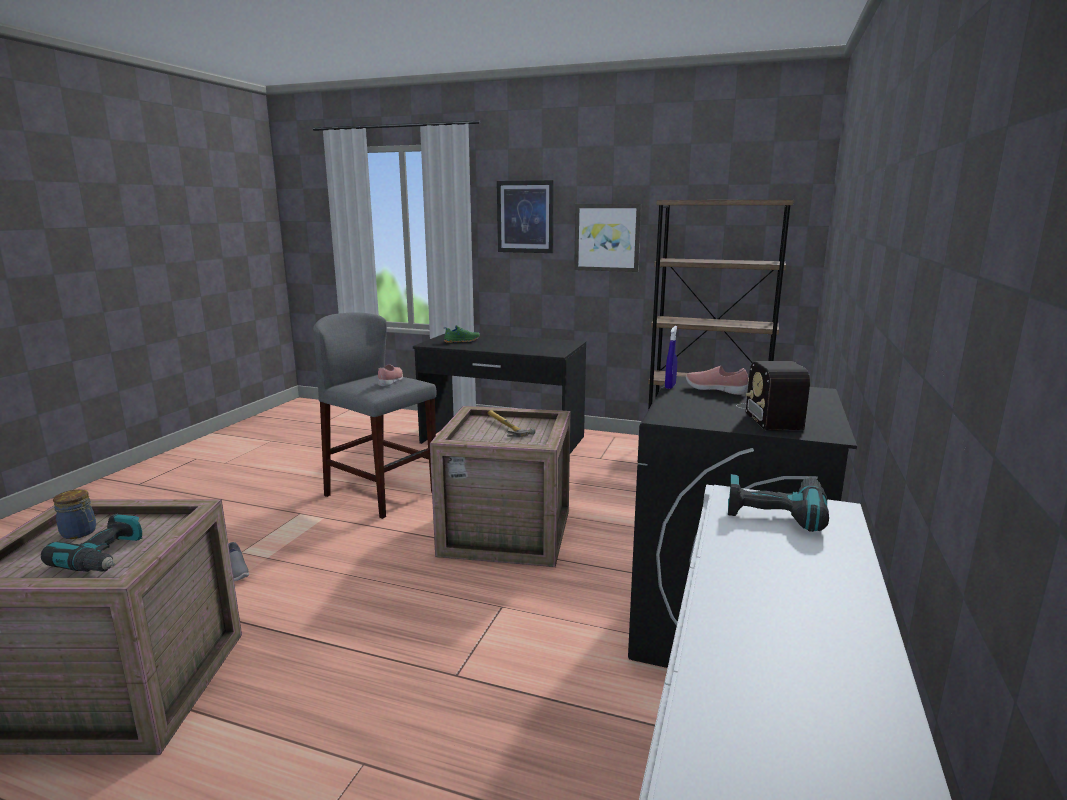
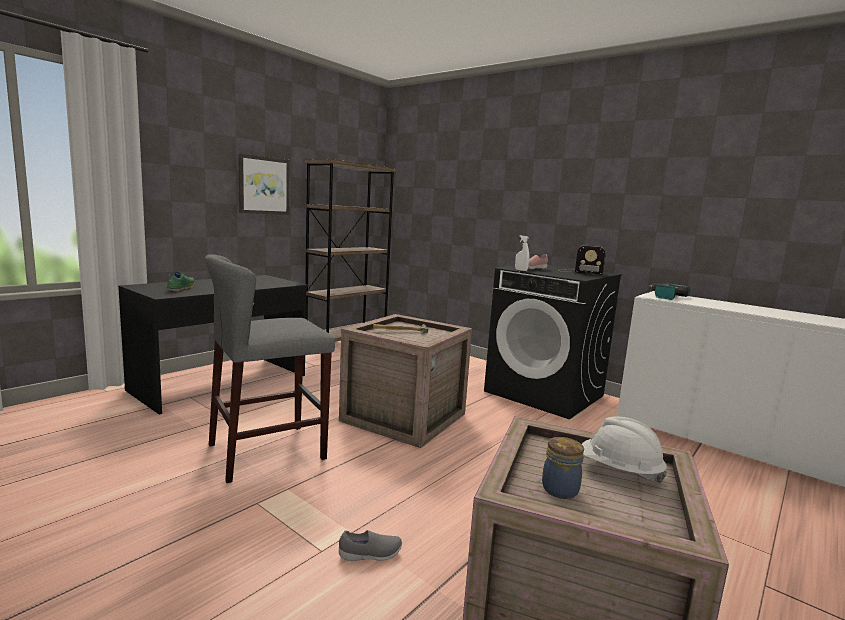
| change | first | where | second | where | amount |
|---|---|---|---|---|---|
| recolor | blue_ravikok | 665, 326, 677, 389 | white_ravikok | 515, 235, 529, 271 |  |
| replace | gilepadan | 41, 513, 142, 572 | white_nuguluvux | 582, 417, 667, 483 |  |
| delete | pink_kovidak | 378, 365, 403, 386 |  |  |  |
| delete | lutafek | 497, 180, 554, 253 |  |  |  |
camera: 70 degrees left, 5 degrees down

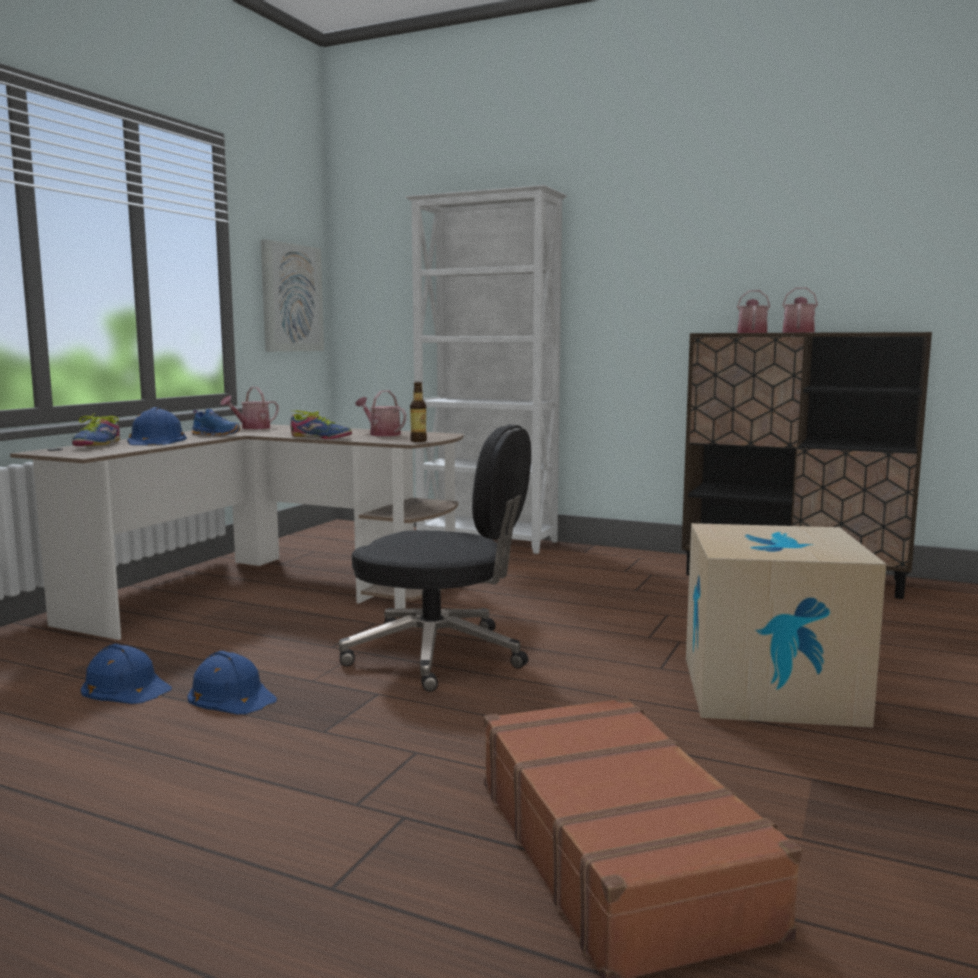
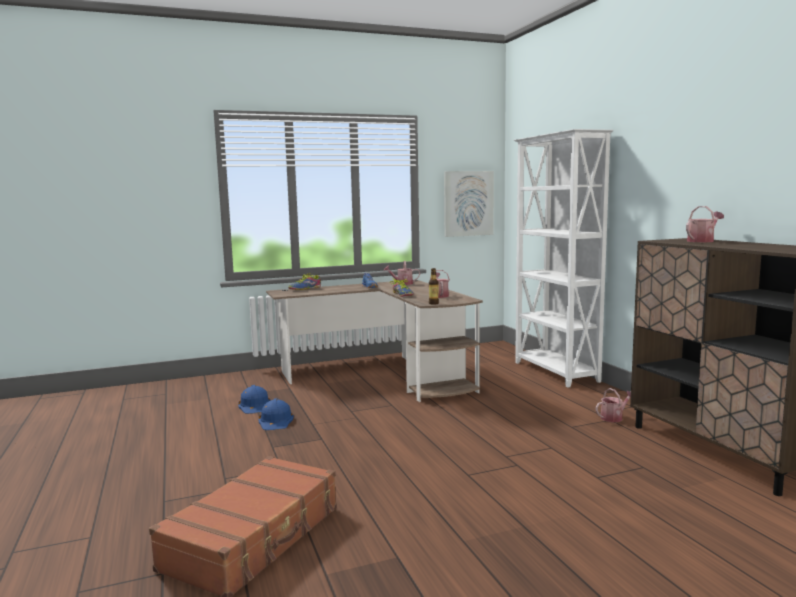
| change | first | where | second | where | amount |
|---|---|---|---|---|---|
| move | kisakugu | 782, 287, 818, 333 |  | 596, 388, 631, 422 |  |
| delete | blue_nuguluvux | 127, 407, 187, 445 |  |  |  |
| delete | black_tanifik | 338, 424, 531, 692 |  |  |  |
| delete | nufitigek | 686, 523, 886, 727 |  |  |  |
camera: 45 degrees right, 0 degrees up

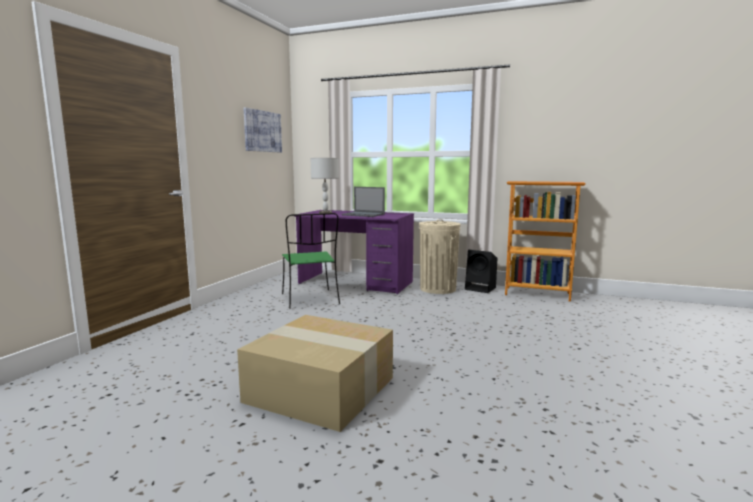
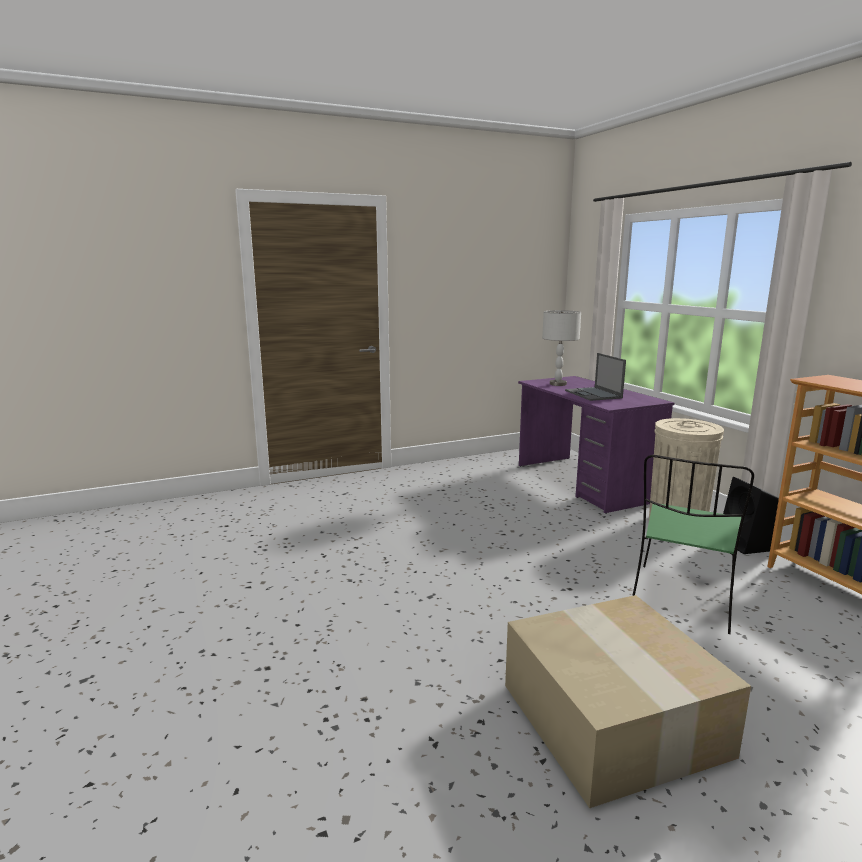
| change | first | where | second | where | amount |
|---|---|---|---|---|---|
| move | nufitigek | 237, 315, 393, 432 |  | 505, 595, 751, 808 |  |
| move | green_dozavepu | 282, 213, 340, 309 |  | 632, 455, 754, 634 |  |
| delete | lutafek | 243, 107, 282, 153 |  |  |  |
camera: 45 degrees right, 5 degrees up

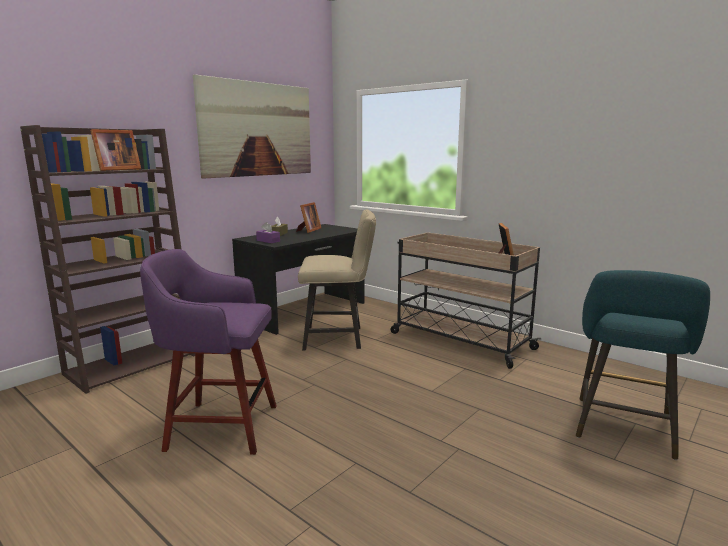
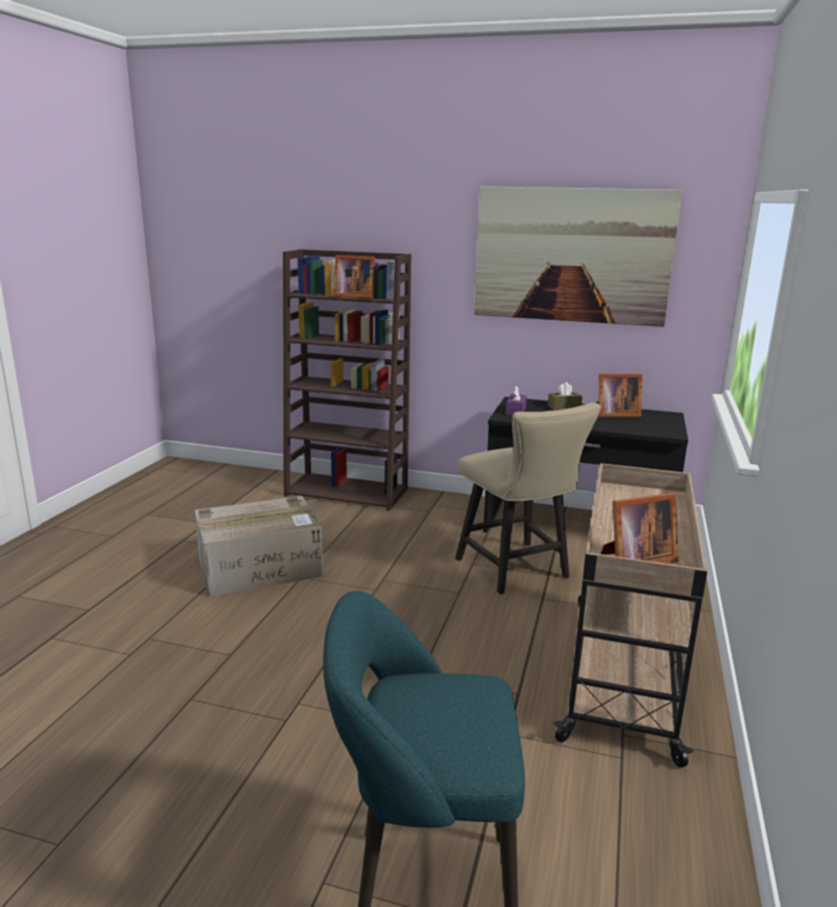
| change | first | where | second | where | amount |
|---|---|---|---|---|---|
| replace | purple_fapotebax | 140, 249, 277, 455 | nufitigek | 195, 496, 323, 597 |  |
camera: 65 degrees right, 5 degrees up

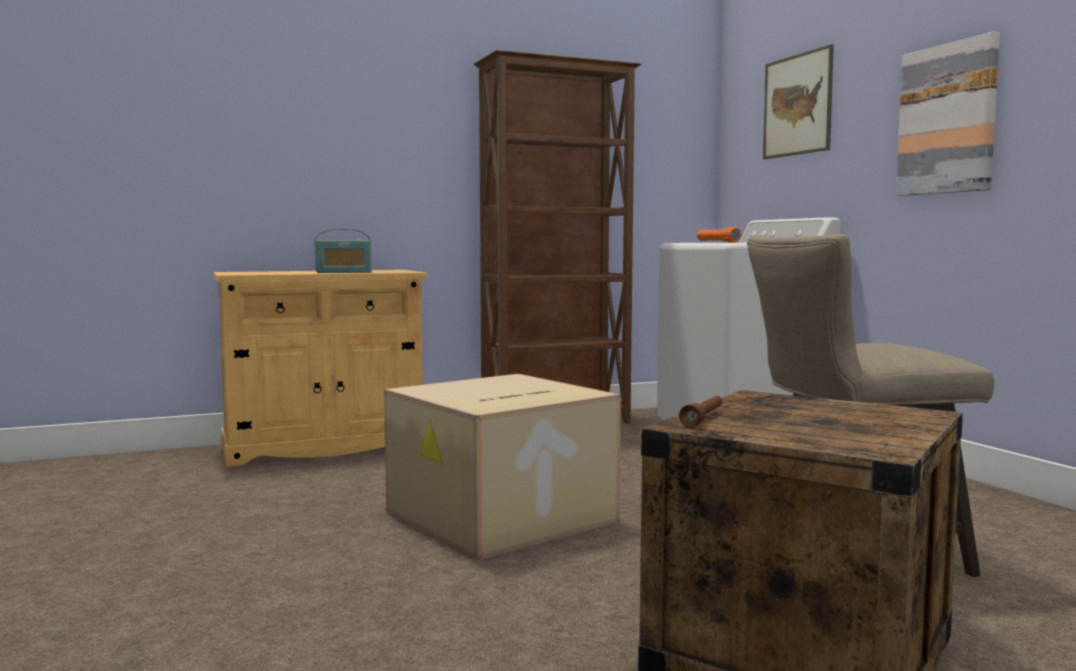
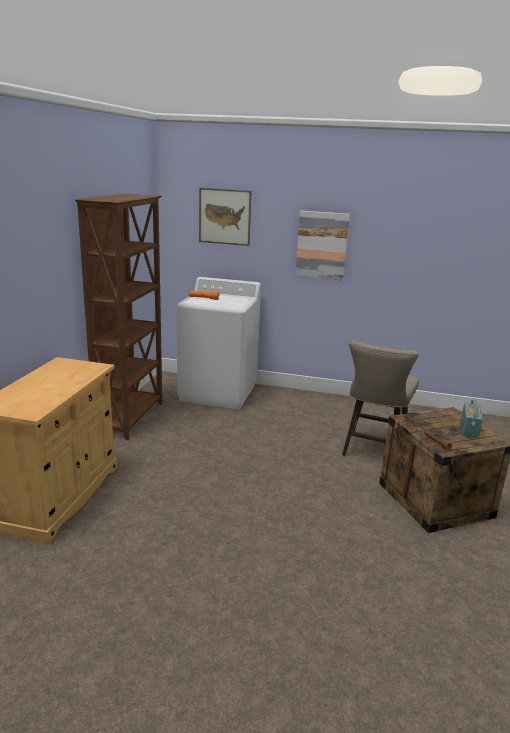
| change | first | where | second | where | amount |
|---|---|---|---|---|---|
| move | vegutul | 314, 229, 372, 273 |  | 461, 400, 483, 439 |  |
| delete | nufitigek | 384, 374, 621, 560 |  |  |  |
camera: 55 degrees left, 15 degrees up

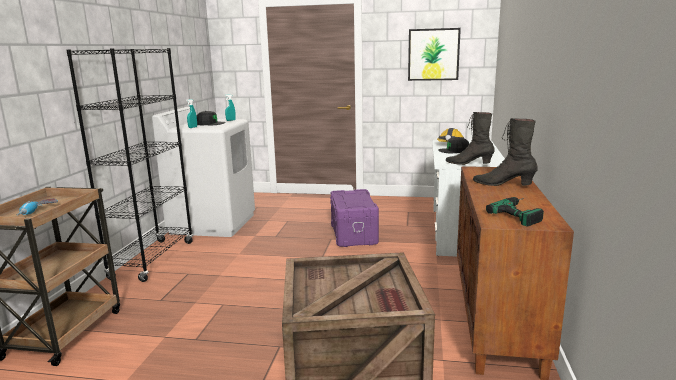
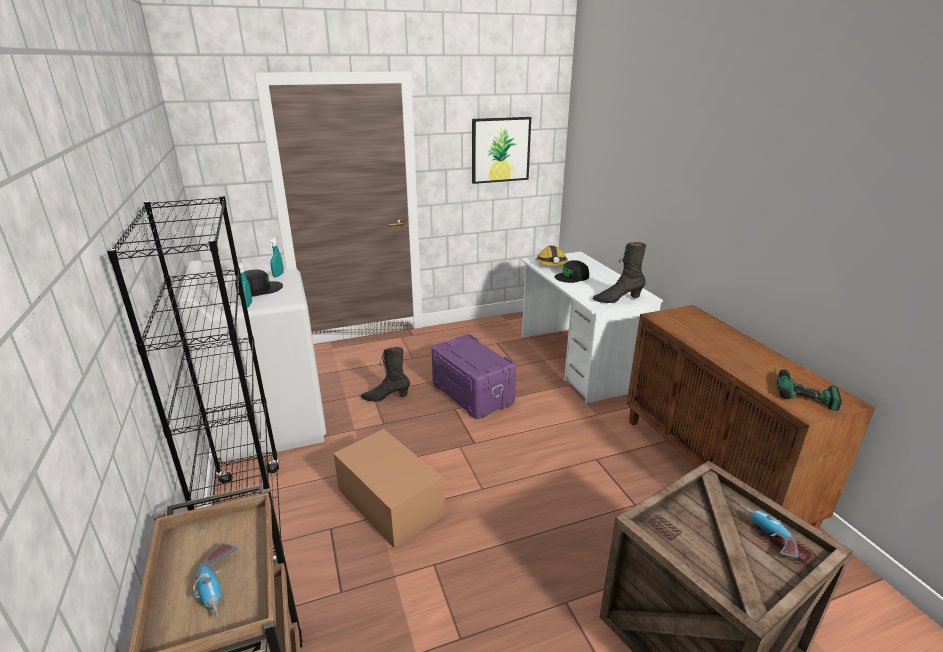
| change | first | where | second | where | amount |
|---|---|---|---|---|---|
| insert |  |  | nufitigek | 333, 429, 445, 548 |  |
| move | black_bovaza | 473, 118, 538, 186 |  | 361, 347, 410, 402 |  |
| insert |  |  | gilepadan | 740, 505, 799, 558 |  |
camera: 30 degrees left, 10 degrees up

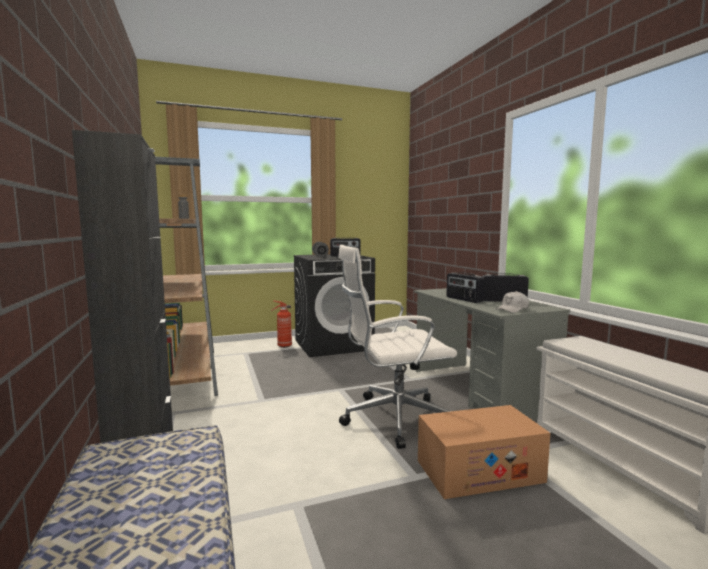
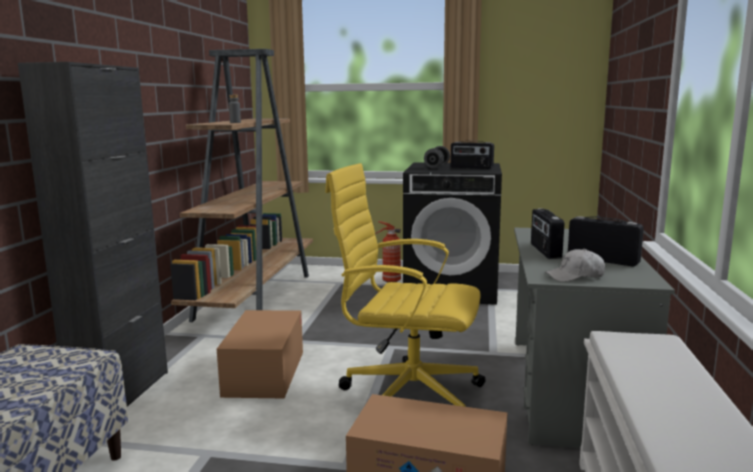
| change | first | where | second | where | amount |
|---|---|---|---|---|---|
| insert |  |  | nufitigek | 217, 310, 303, 399 |  |
| recolor | white_tanifik | 338, 245, 457, 449 | yellow_tanifik | 325, 163, 486, 407 |  |
camera: 30 degrees right, 5 degrees up

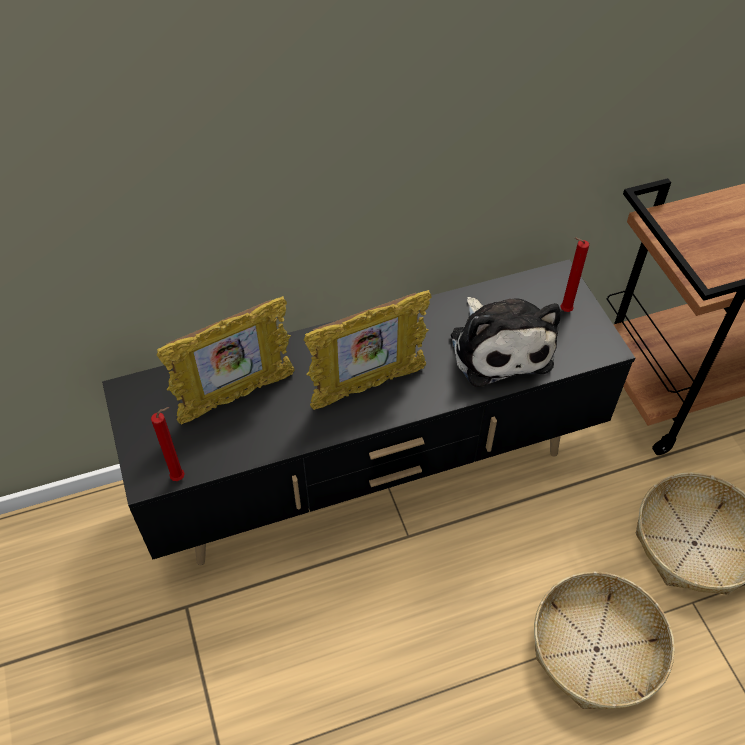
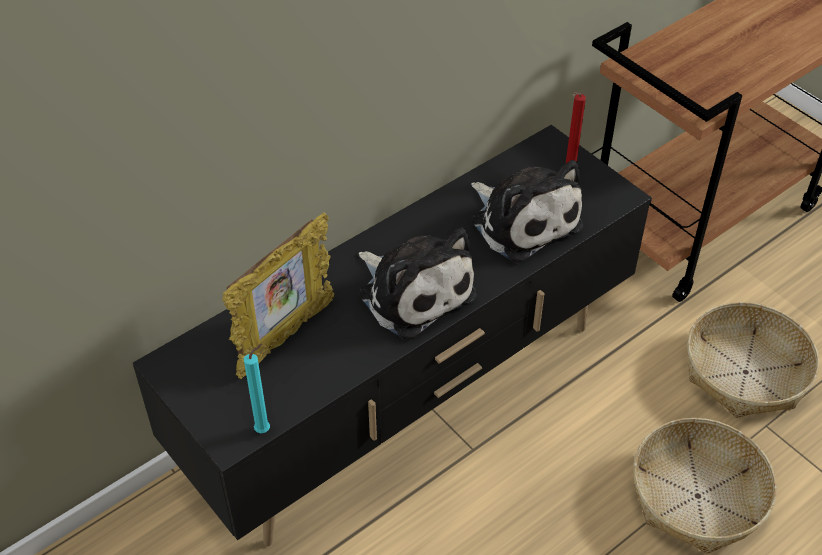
| change | first | where | second | where | amount |
|---|---|---|---|---|---|
| recolor | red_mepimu | 151, 407, 185, 481 | turquoise_mepimu | 244, 344, 270, 433 |  |
| replace | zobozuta | 304, 290, 431, 410 | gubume | 359, 228, 477, 340 |  |
camera: 20 degrees left, 5 degrees down

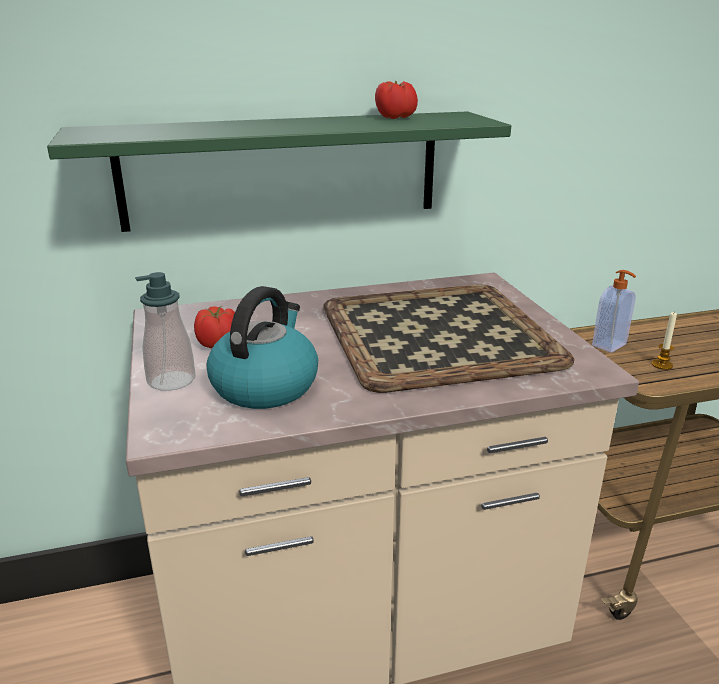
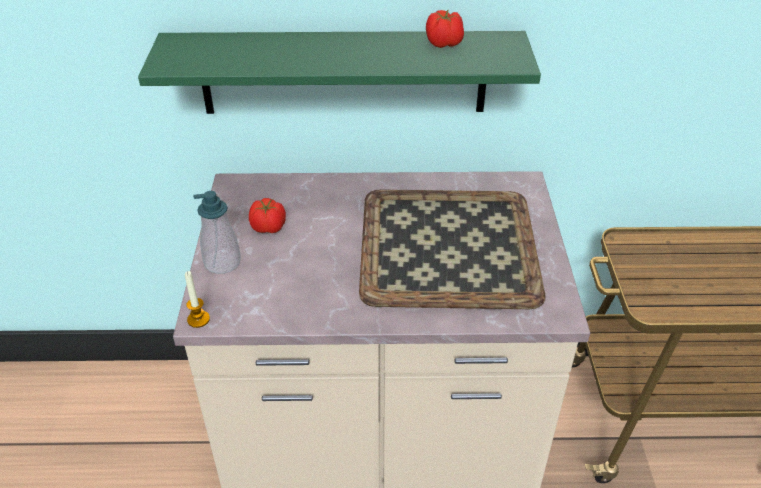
| change | first | where | second | where | amount |
|---|---|---|---|---|---|
| move | mepimu | 652, 311, 677, 370 |  | 185, 271, 210, 328 |  |
| delete | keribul | 207, 286, 318, 409 |  |  |  |
| delete | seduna | 592, 270, 636, 353 |  |  |  |
camera: 15 degrees right, 15 degrees up

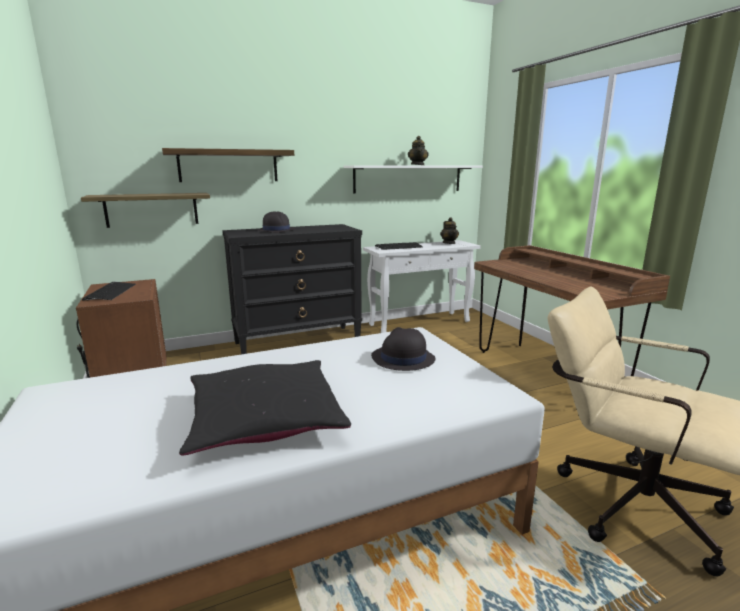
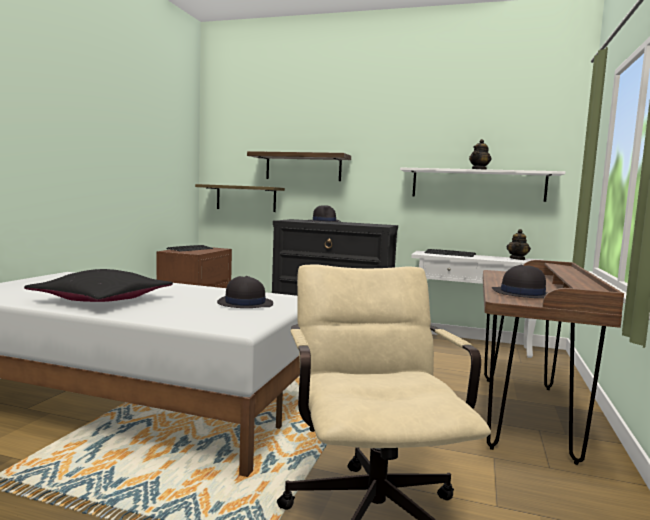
| change | first | where | second | where | amount |
|---|---|---|---|---|---|
| insert |  |  | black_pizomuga | 492, 265, 547, 298 |  |
camera: 40 degrees right, 10 degrees down

